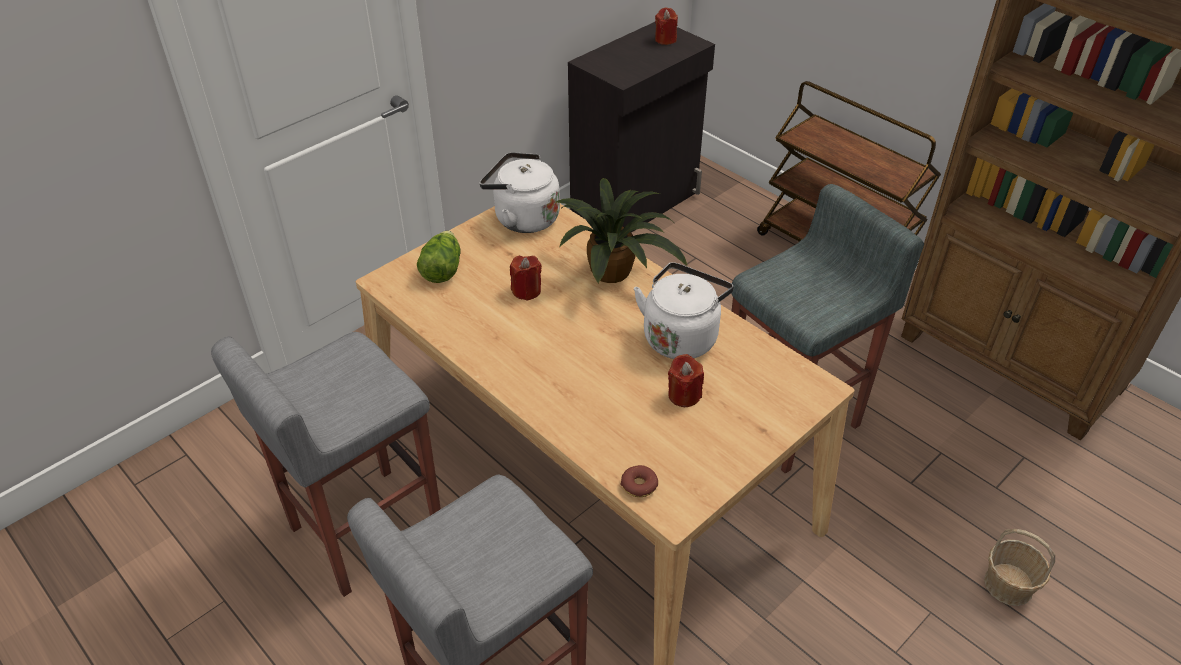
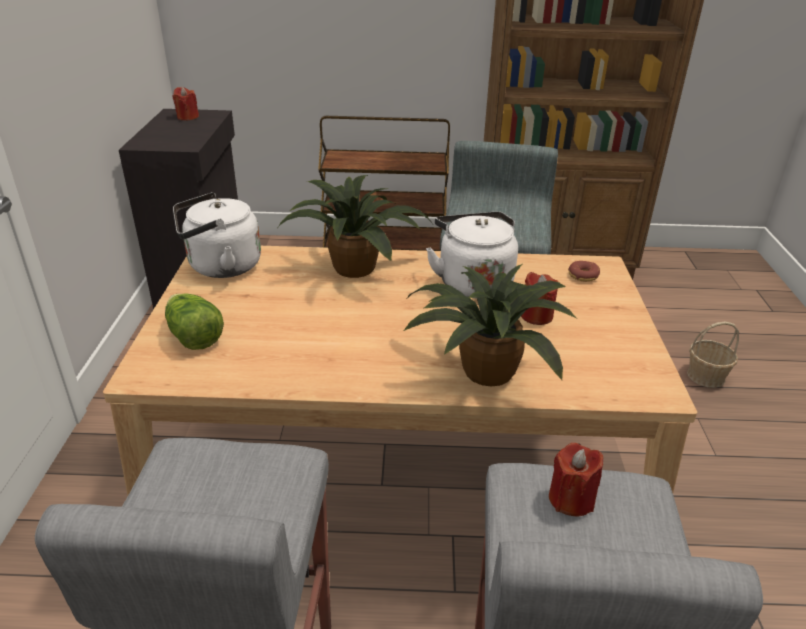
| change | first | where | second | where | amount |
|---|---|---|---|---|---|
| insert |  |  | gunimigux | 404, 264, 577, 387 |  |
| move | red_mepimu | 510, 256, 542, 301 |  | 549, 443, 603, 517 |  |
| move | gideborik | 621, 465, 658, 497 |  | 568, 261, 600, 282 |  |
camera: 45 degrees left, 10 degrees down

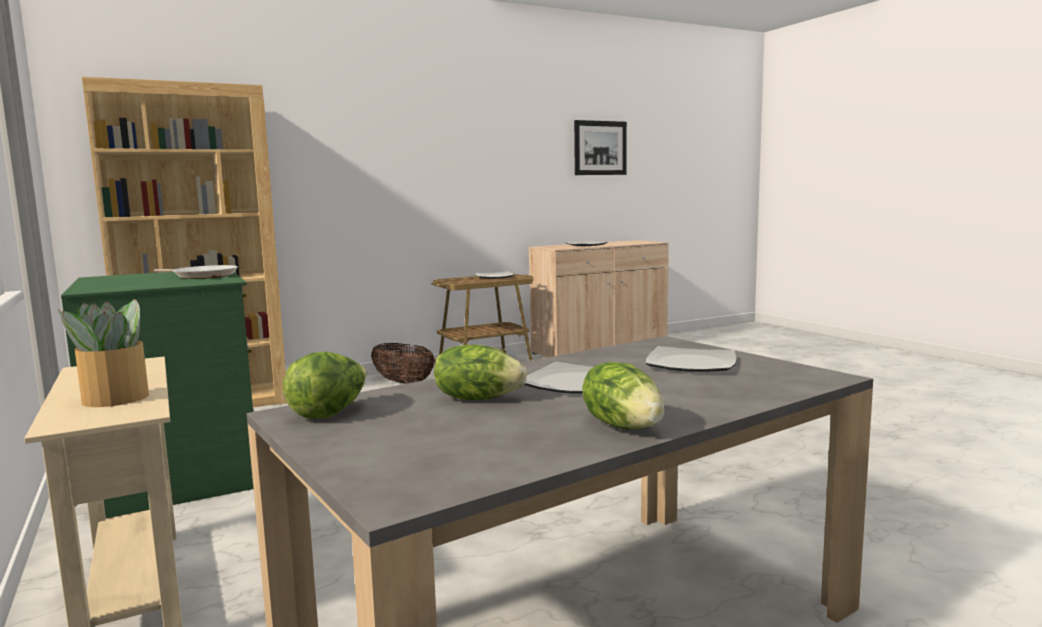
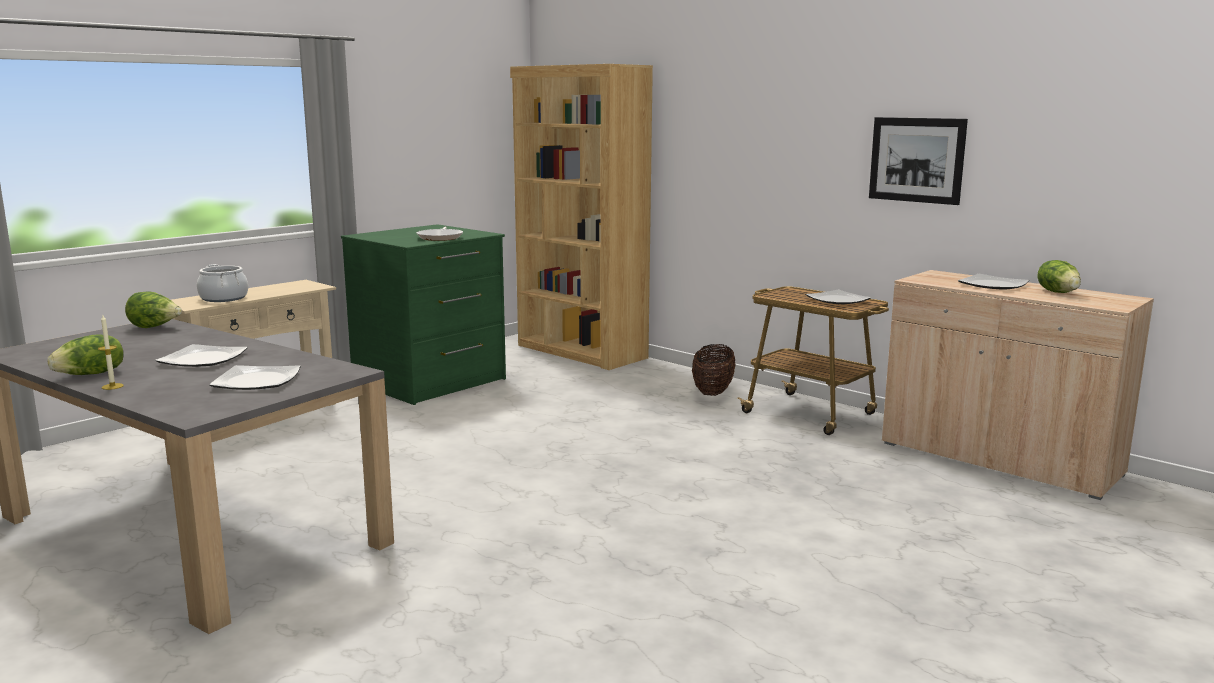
| change | first | where | second | where | amount |
|---|---|---|---|---|---|
| insert |  |  | mepimu | 98, 315, 124, 390 |  |
| replace | gunimigux | 57, 299, 149, 407 | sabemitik | 197, 264, 248, 302 |  |
| move | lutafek | 574, 120, 627, 175 |  | 869, 117, 968, 205 |  |
| move | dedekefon | 434, 344, 527, 400 |  | 1037, 260, 1081, 293 |  |
camera: 70 degrees right, 5 degrees up

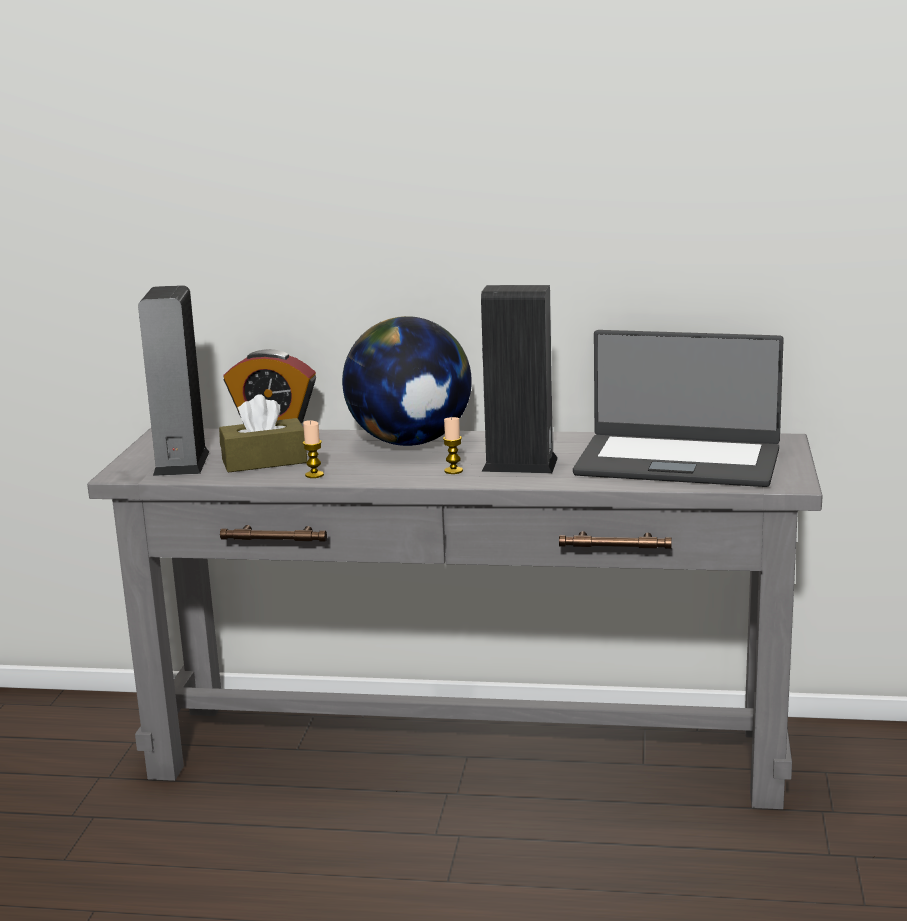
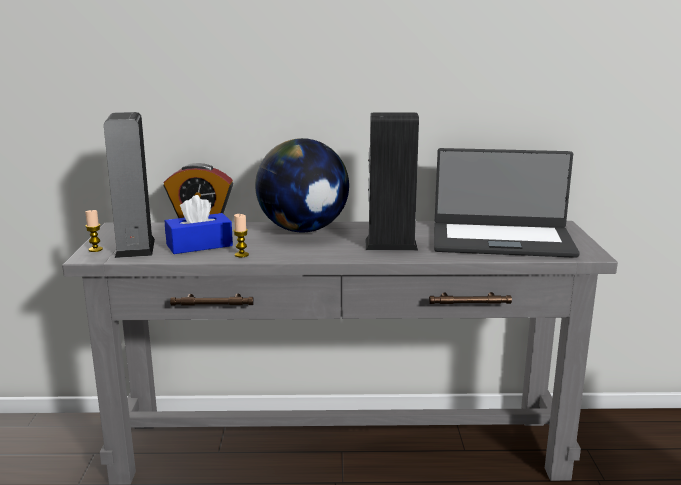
| change | first | where | second | where | amount |
|---|---|---|---|---|---|
| move | mepimu | 443, 417, 463, 474 |  | 85, 210, 103, 252 |  |
| recolor | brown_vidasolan | 219, 394, 307, 473 | blue_vidasolan | 165, 195, 233, 254 |  |
camera: 10 degrees left, 0 degrees up

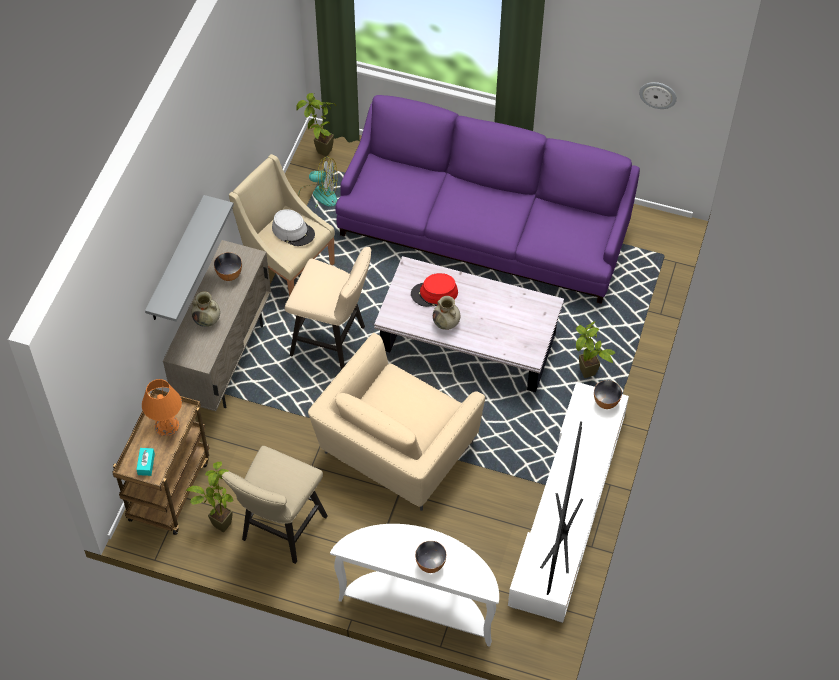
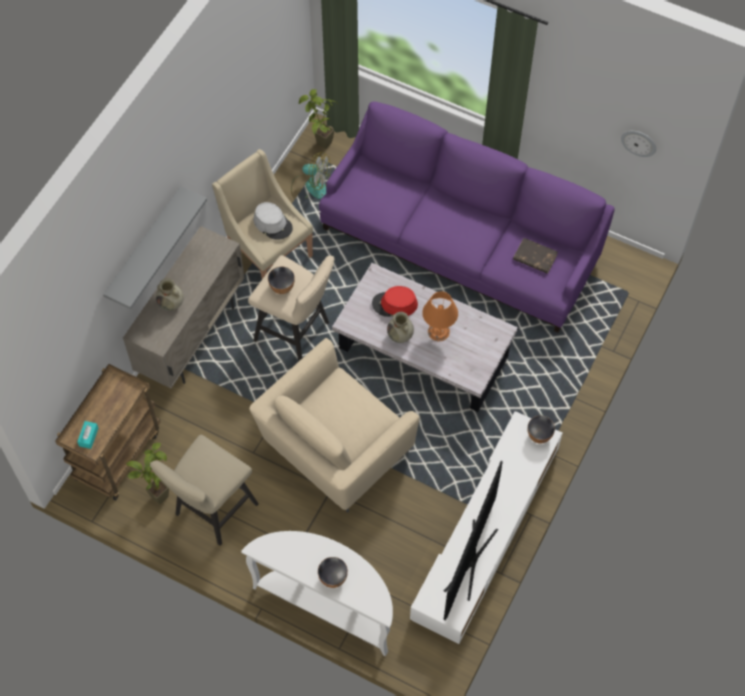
| change | first | where | second | where | amount |
|---|---|---|---|---|---|
| move | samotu | 214, 252, 242, 281 |  | 268, 266, 295, 294 |  |
| move | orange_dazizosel | 142, 379, 182, 436 |  | 422, 291, 458, 341 |  |
| insert |  |  | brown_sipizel | 513, 238, 558, 274 |  |
| delete | gunimigux | 576, 321, 615, 378 |  |  |  |
camera: 10 degrees right, 5 degrees up

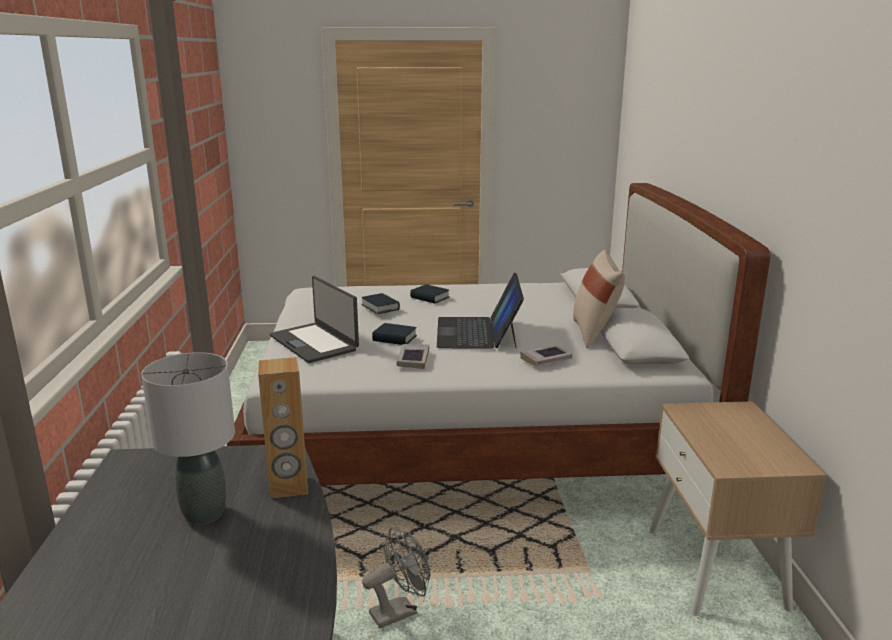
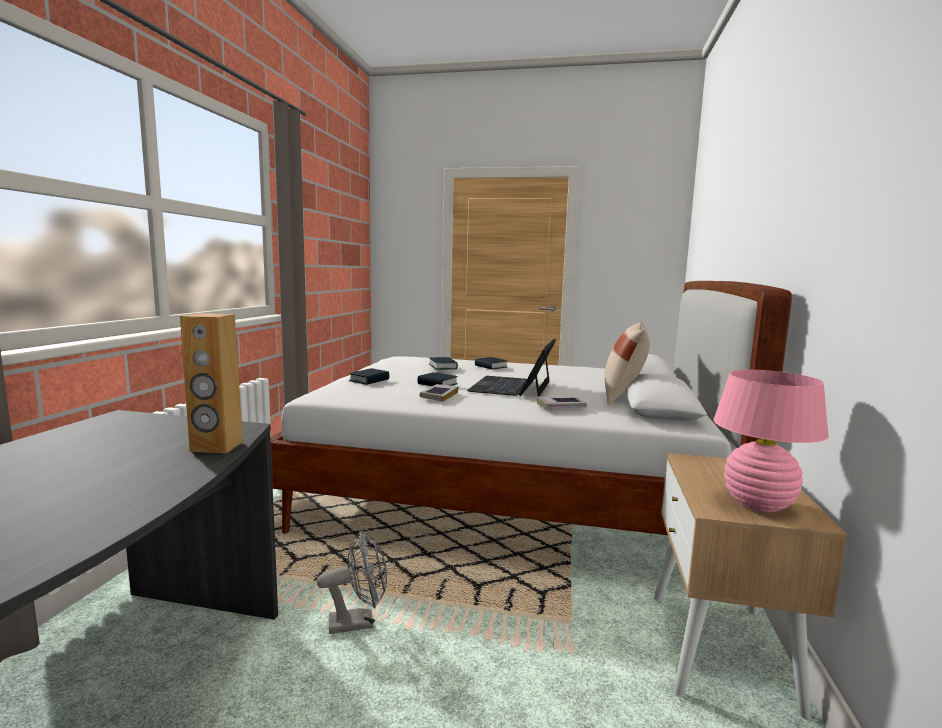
| change | first | where | second | where | amount |
|---|---|---|---|---|---|
| replace | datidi | 270, 276, 359, 363 | sipizel | 349, 368, 389, 385 |  |
| insert |  |  | pink_dazizosel | 713, 370, 829, 513 |  |
| delete | grey_dazizosel | 141, 352, 235, 524 |  |  |  |
camera: 15 degrees right, 10 degrees down

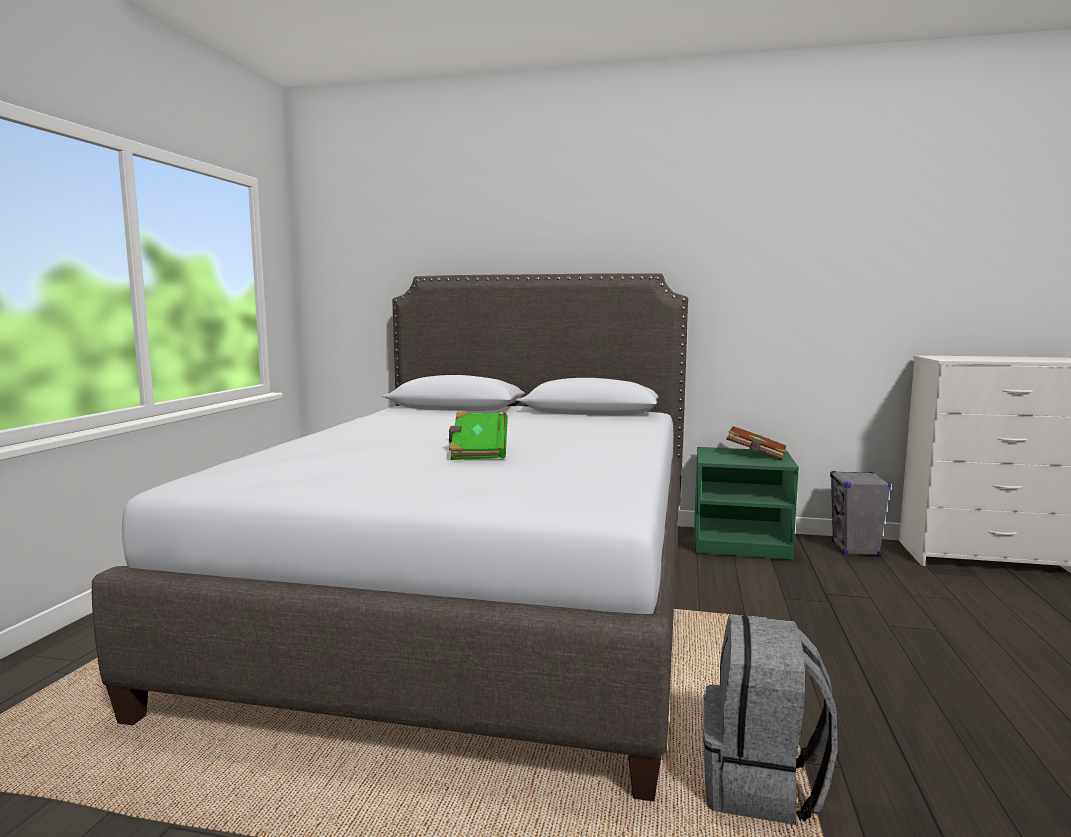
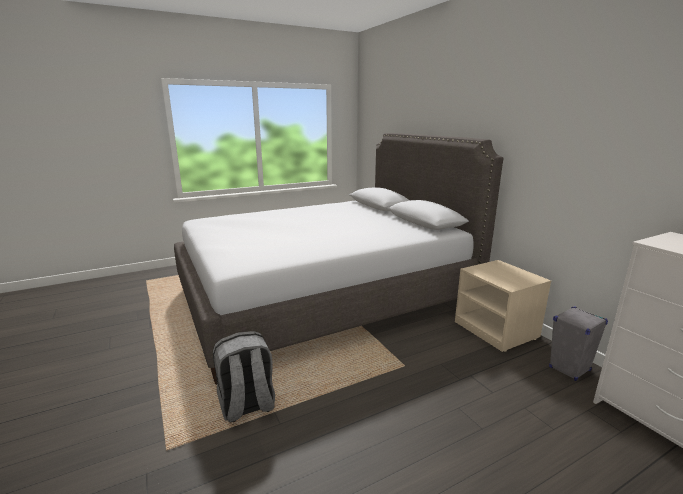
| change | first | where | second | where | amount |
|---|---|---|---|---|---|
| recolor | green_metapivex | 694, 447, 799, 560 | beige_metapivex | 455, 260, 551, 352 |  |
| delete | green_sipizel | 449, 412, 508, 460 |  |  |  |
| delete | brown_sipizel | 726, 426, 786, 460 |  |  |  |
camera: 50 degrees right, 10 degrees up

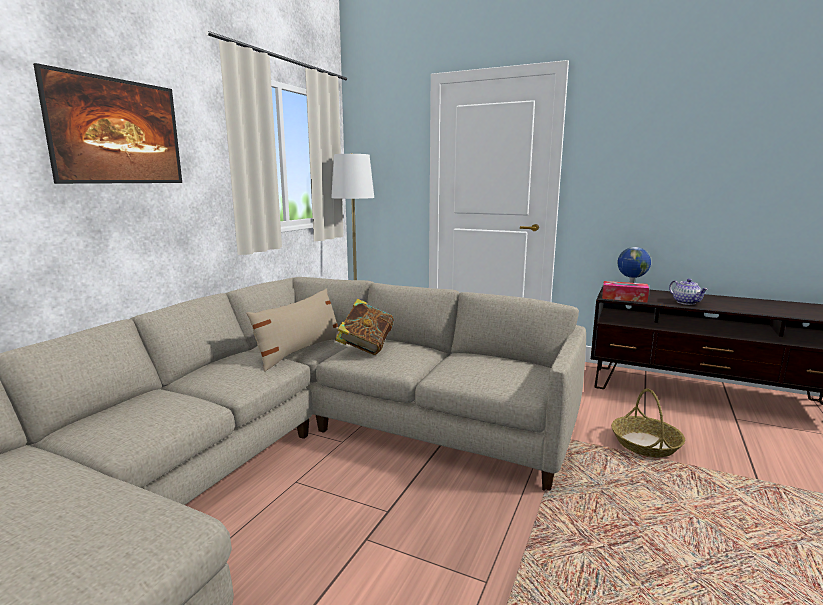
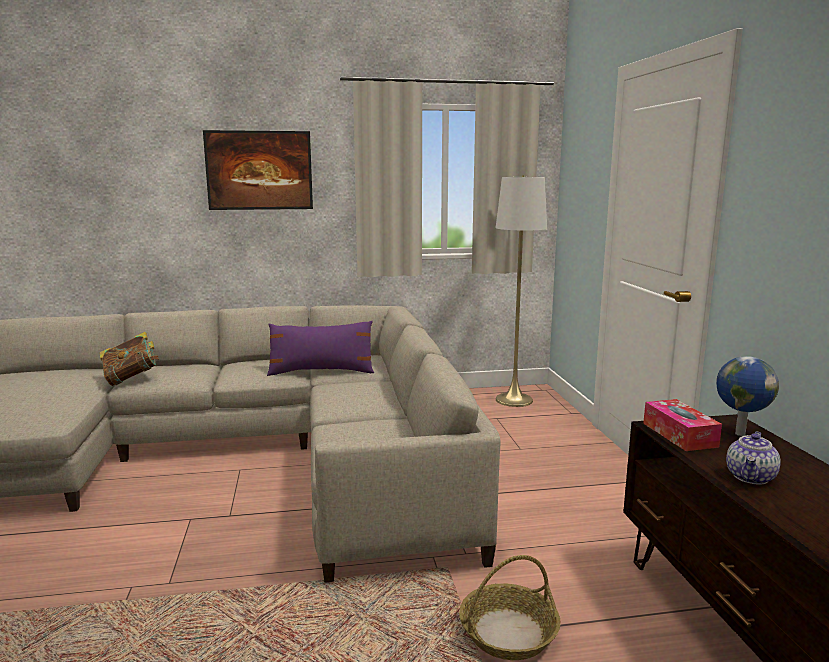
| change | first | where | second | where | amount |
|---|---|---|---|---|---|
| move | sipizel | 335, 299, 394, 355 |  | 100, 332, 159, 386 |  |
| recolor | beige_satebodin | 246, 288, 339, 372 | purple_satebodin | 267, 321, 374, 376 |  |
camera: 55 degrees right, 0 degrees up

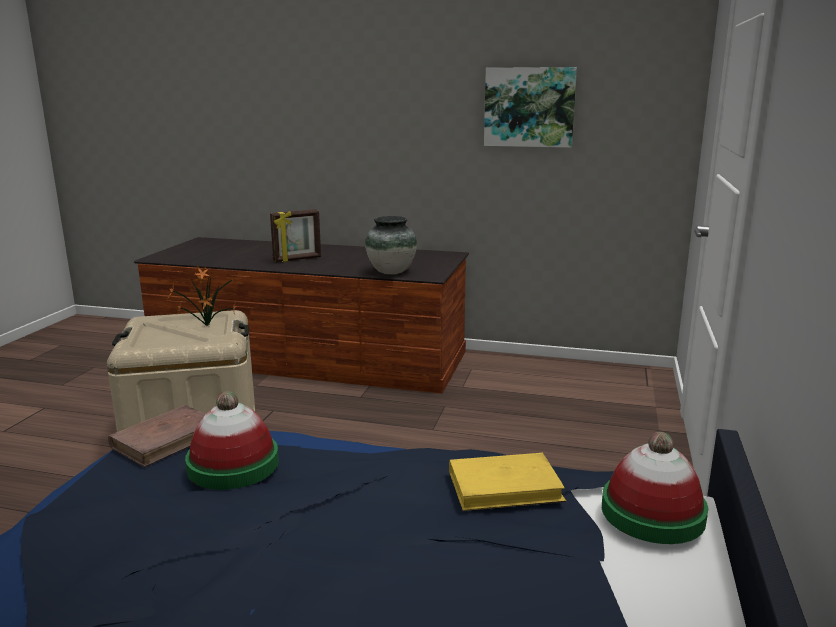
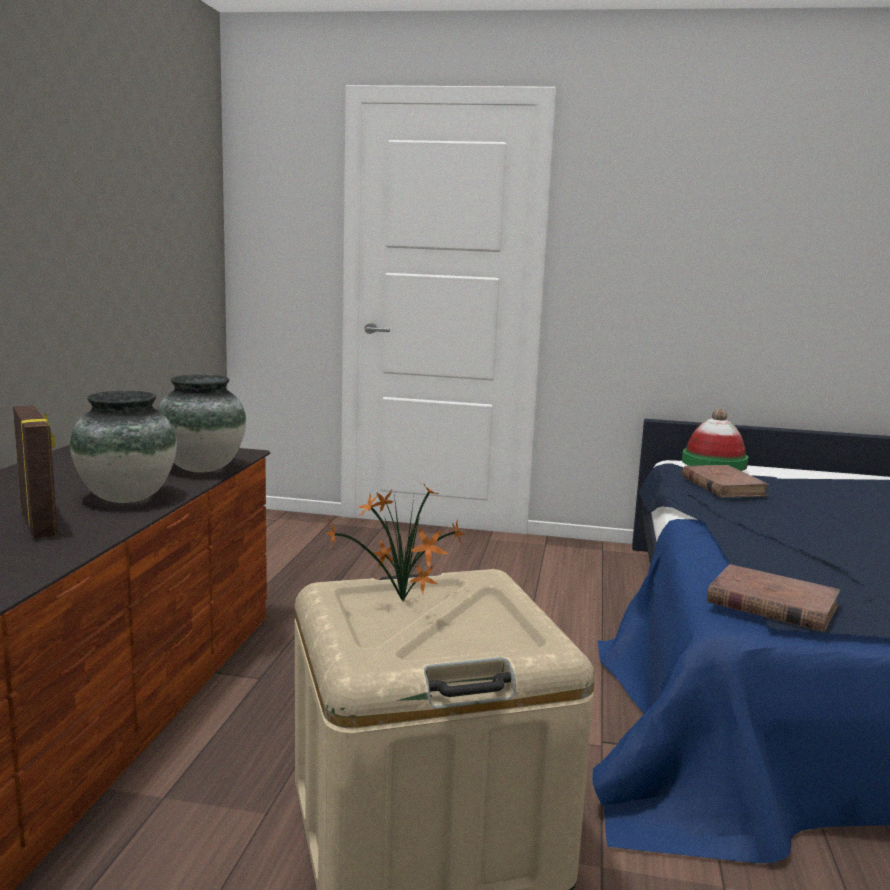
| change | first | where | second | where | amount |
|---|---|---|---|---|---|
| insert |  |  | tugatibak | 70, 391, 177, 503 |  |
| recolor | yellow_sipizel | 449, 453, 566, 511 | brown_sipizel | 682, 465, 770, 498 |  |
| delete | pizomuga | 185, 391, 279, 490 |  |  |  |
| delete | lutafek | 484, 67, 577, 148 |  |  |  |
camera: 95 degrees left, 5 degrees down

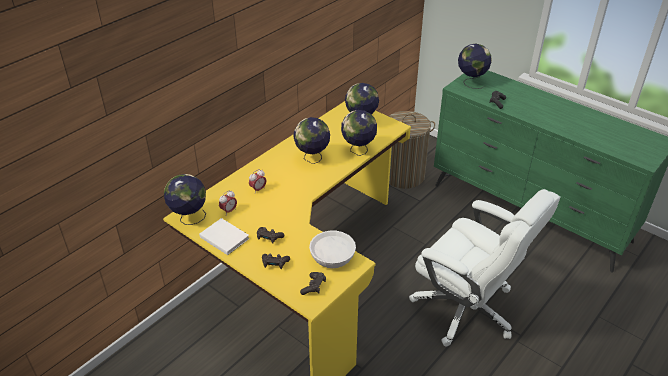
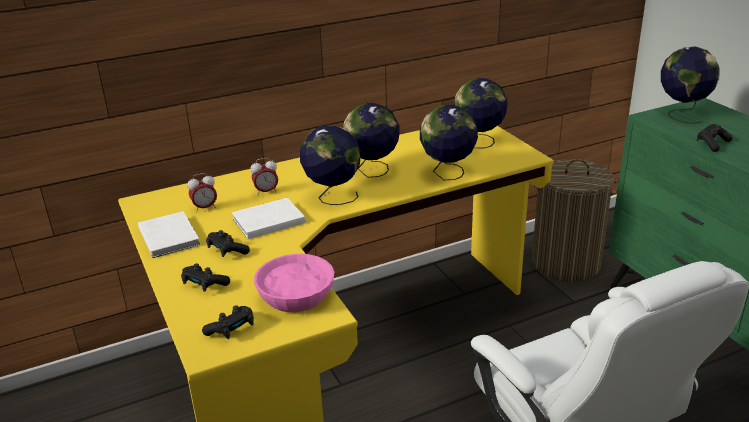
| change | first | where | second | where | amount |
|---|---|---|---|---|---|
| insert |  |  | white_sipizel | 232, 198, 305, 239 |  |
| recolor | white_samotu | 309, 231, 356, 268 | pink_samotu | 254, 254, 334, 312 |  |
| move | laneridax | 164, 174, 206, 225 |  | 300, 125, 361, 205 |  |
camera: 25 degrees right, 10 degrees down

